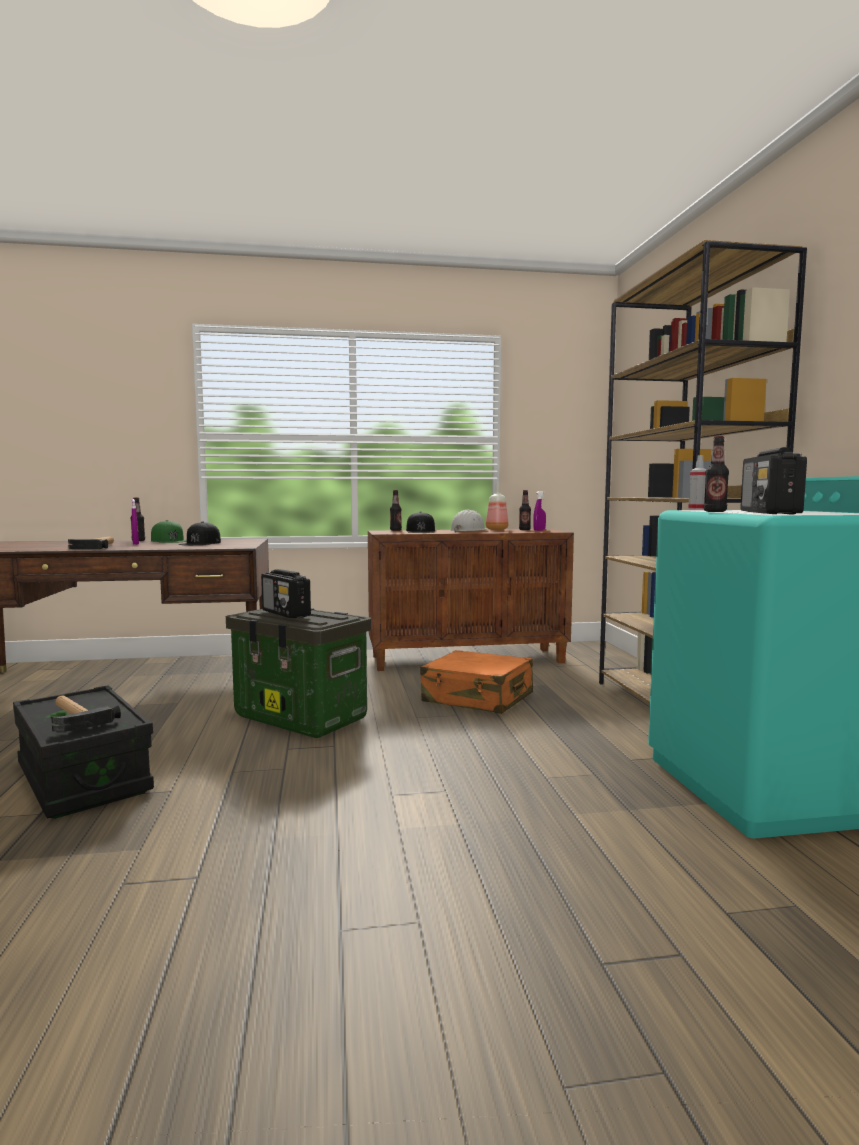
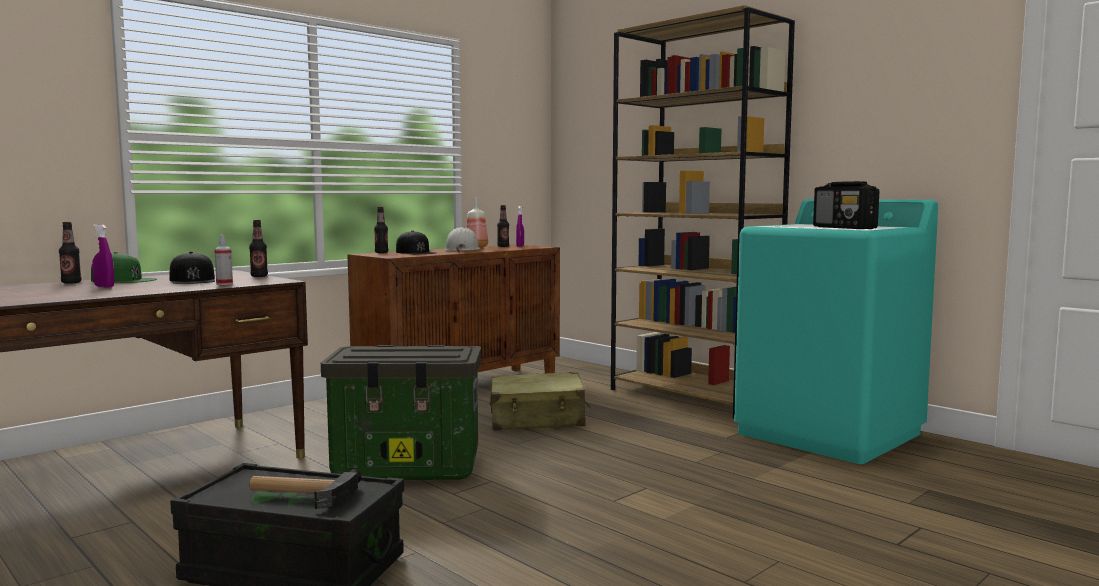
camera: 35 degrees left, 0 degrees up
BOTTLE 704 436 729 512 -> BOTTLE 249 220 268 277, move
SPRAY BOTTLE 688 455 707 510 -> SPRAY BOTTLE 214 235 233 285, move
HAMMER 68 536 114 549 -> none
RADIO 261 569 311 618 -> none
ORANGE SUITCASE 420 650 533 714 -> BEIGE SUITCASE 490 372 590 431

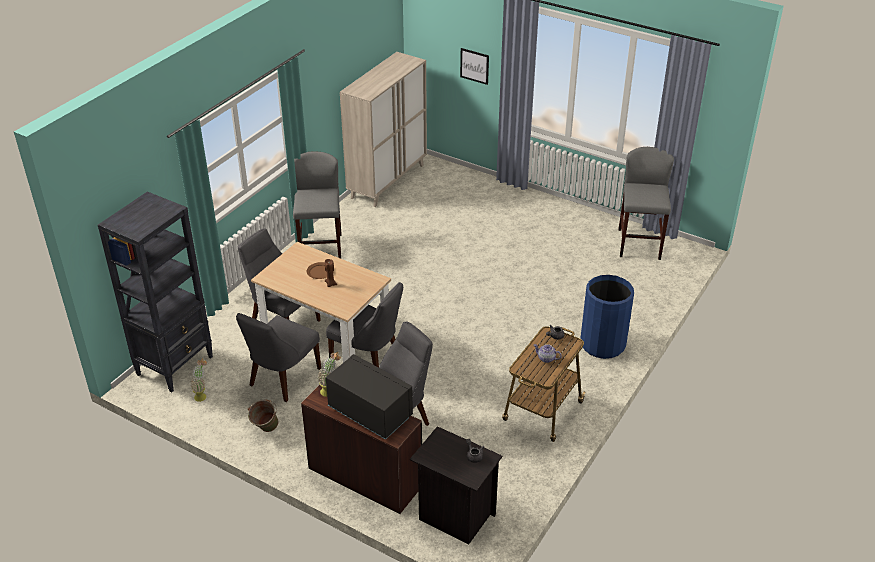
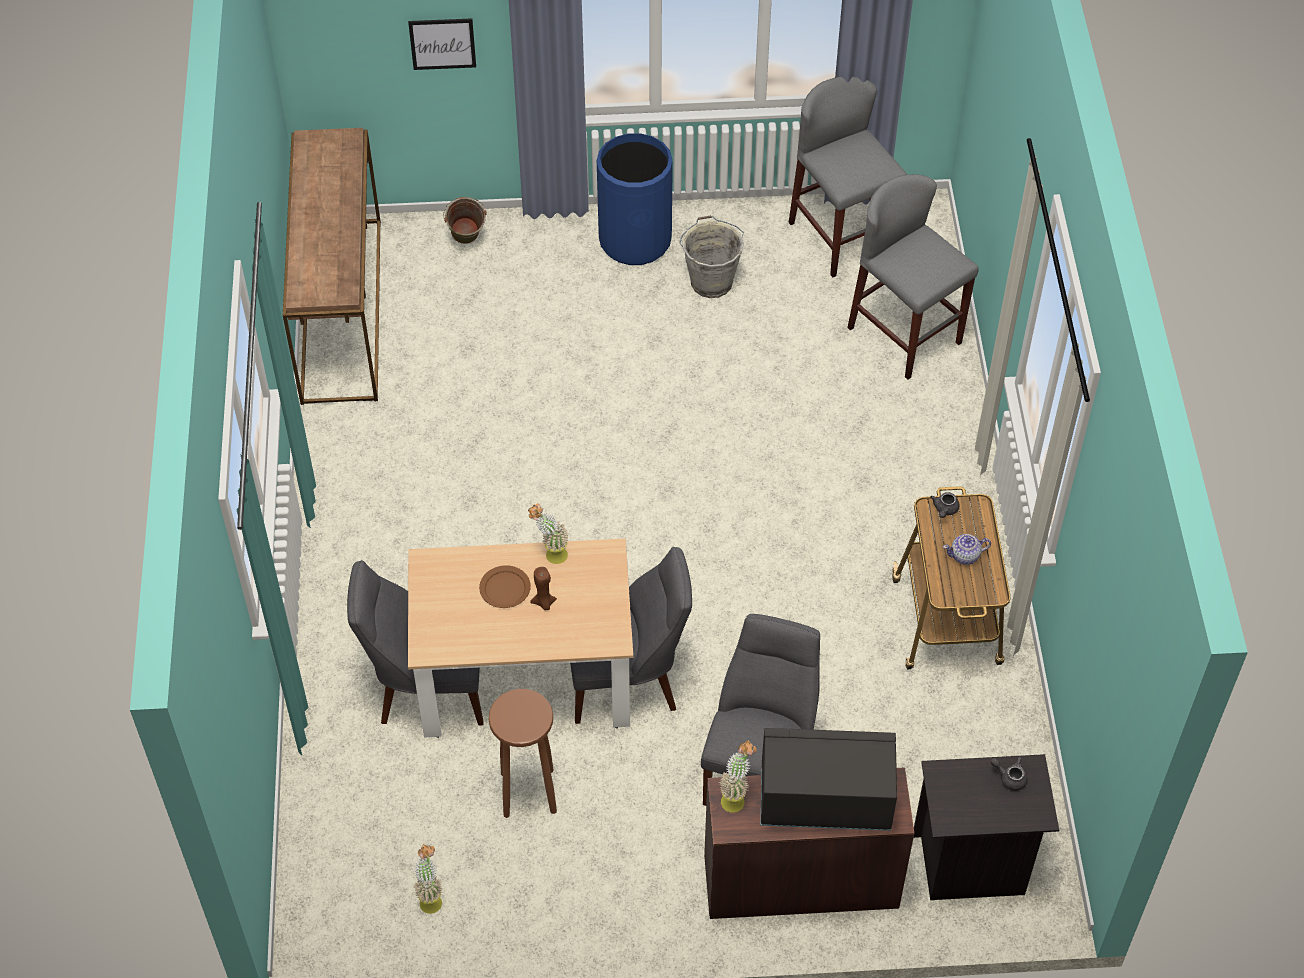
camera: 35 degrees left, 15 degrees up
BEIGE CABINET 340 52 427 207 -> BROWN CONSOLE TABLE 283 128 381 405
GREY STOOL 293 152 342 259 -> GREY STOOL 847 174 979 380, move
BLACK BOOKCASE 98 192 213 392 -> none
BLUE TRASH CAN 580 275 634 359 -> BLUE TRASH CAN 597 133 673 265, move
GREY CHAIR 236 313 321 402 -> BROWN STOOL 489 689 557 818
GREEN BUCKET 248 400 278 432 -> GREEN BUCKET 443 197 487 244, move
none -> GREY BUCKET 679 215 744 298
none -> POTTED PLANT 528 503 568 564

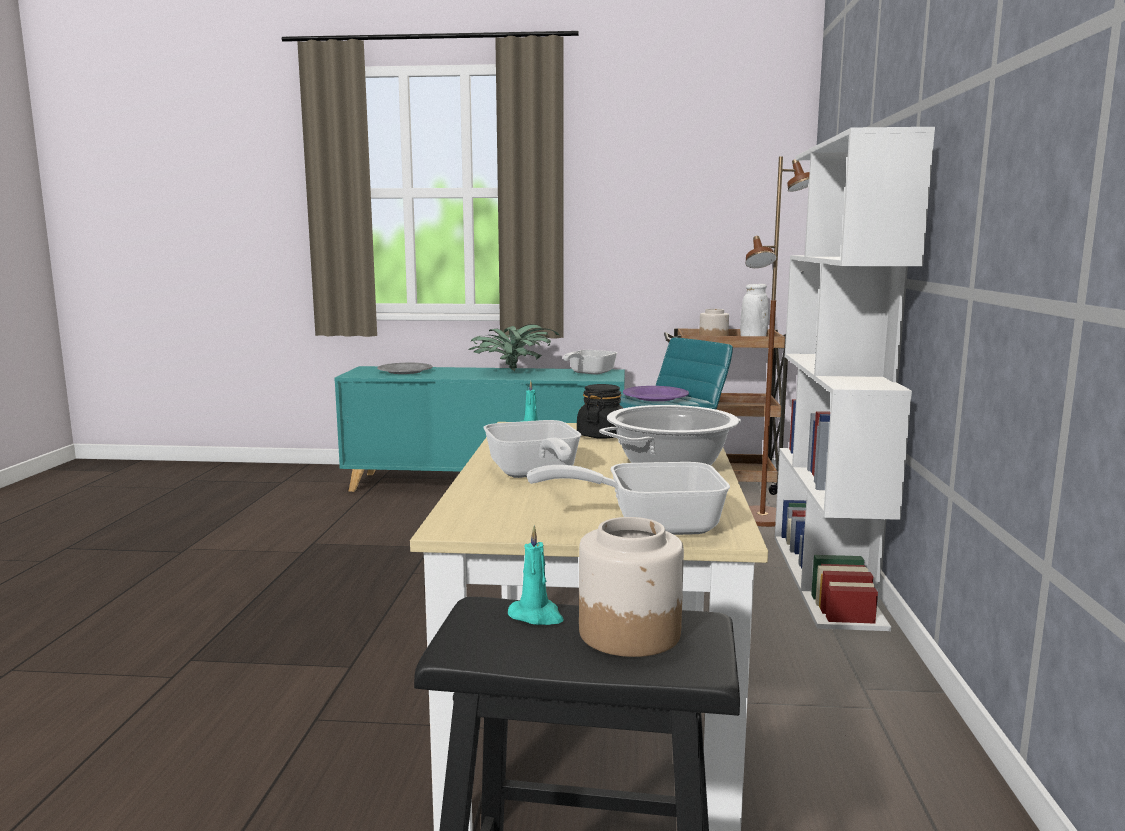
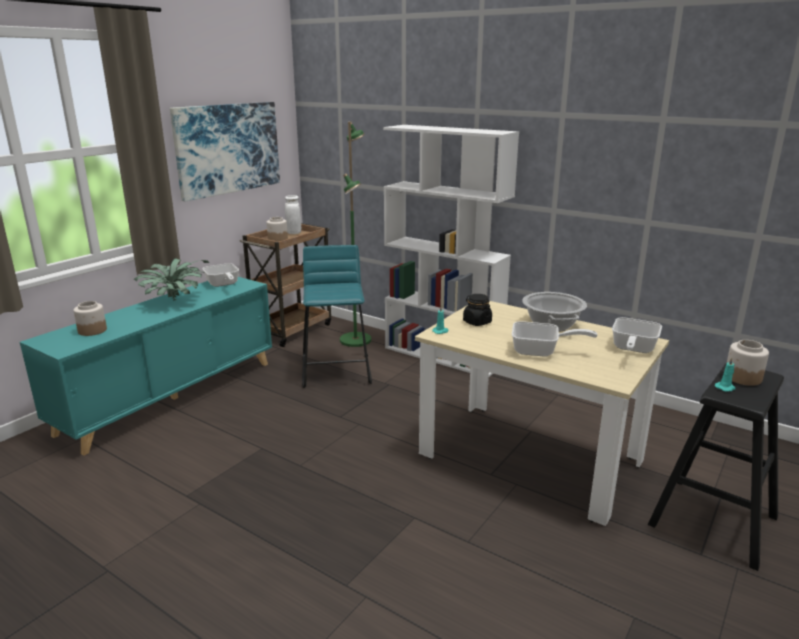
camera: 60 degrees left, 10 degrees up
BROWN FLOOR LAMP 745 156 809 527 -> GREEN FLOOR LAMP 340 121 371 347
GREY PLATE 377 363 432 374 -> JAR 73 301 107 336
PURPLE PLATE 623 386 689 401 -> none
none -> PICTURE 170 102 280 201

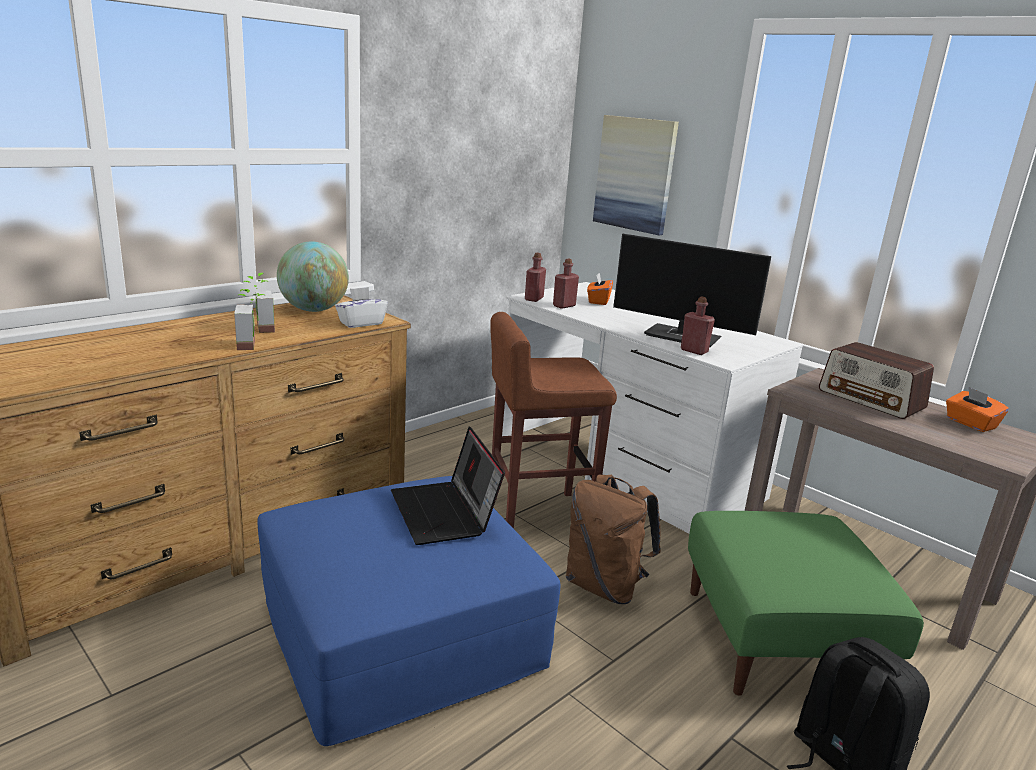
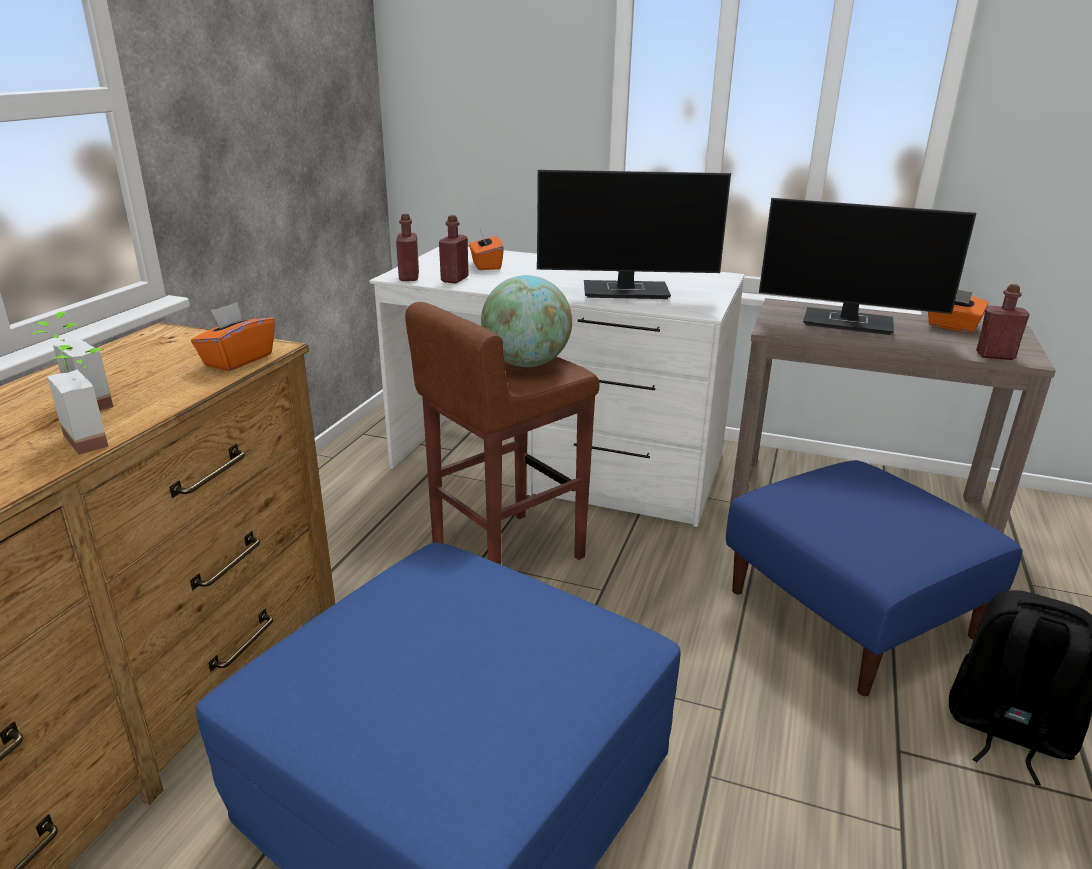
camera: 25 degrees left, 5 degrees up
PICTURE 593 115 679 235 -> none
GLOBE 277 241 349 312 -> GLOBE 481 275 572 367, move
WHITE TISSUE BOX 335 287 388 328 -> ORANGE TISSUE BOX 191 302 275 371
RED BOTTLE 681 297 715 355 -> RED BOTTLE 976 284 1030 360, move
RADIO 819 342 934 419 -> MONITOR 759 198 977 335
LAPTOP 391 426 505 545 -> none
BROWN BACKPACK 566 475 661 604 -> none
GREEN OTTOMAN 688 511 924 696 -> BLUE OTTOMAN 726 460 1022 696

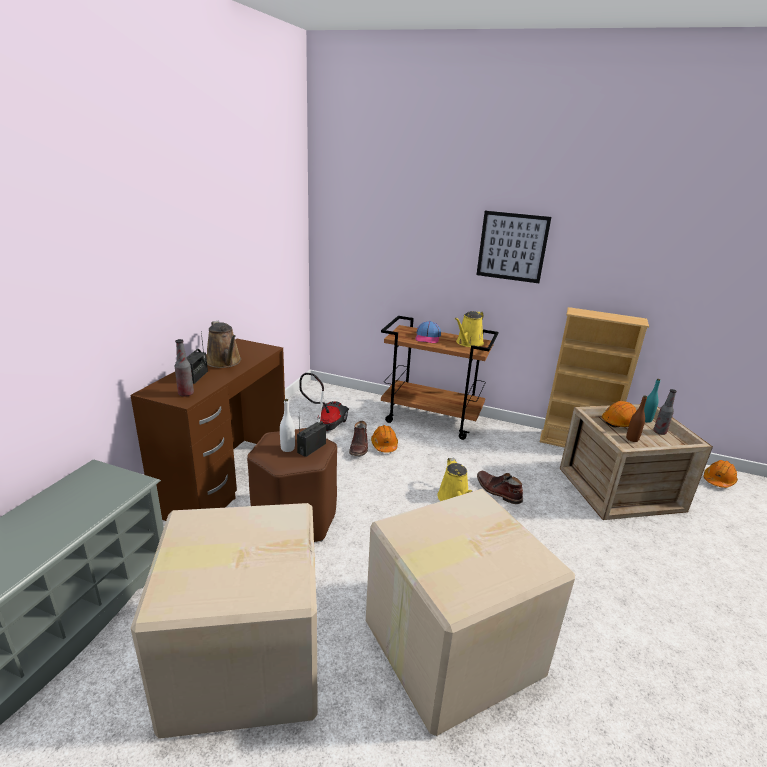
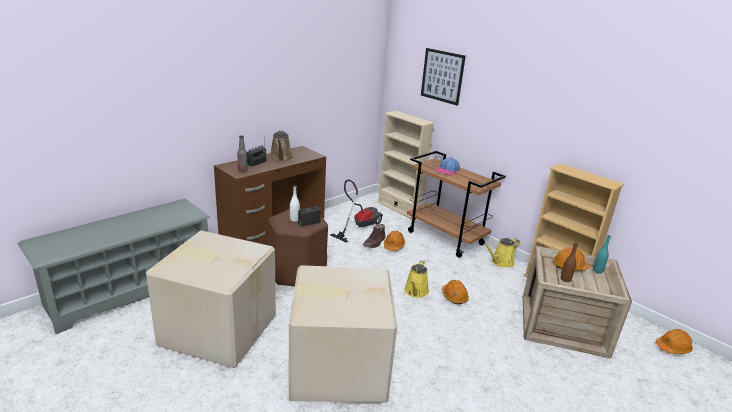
camera: 25 degrees right, 0 degrees up
PICTURE 476 211 551 283 -> PICTURE 421 48 466 106, move
YELLOW WATERING CAN 455 311 484 347 -> YELLOW WATERING CAN 483 238 520 267, move
BOTTLE 653 389 677 435 -> none
BROWN BOOT 477 471 523 504 -> ORANGE HARD HAT 442 280 469 304
none -> BEIGE BOOKCASE 377 111 435 219

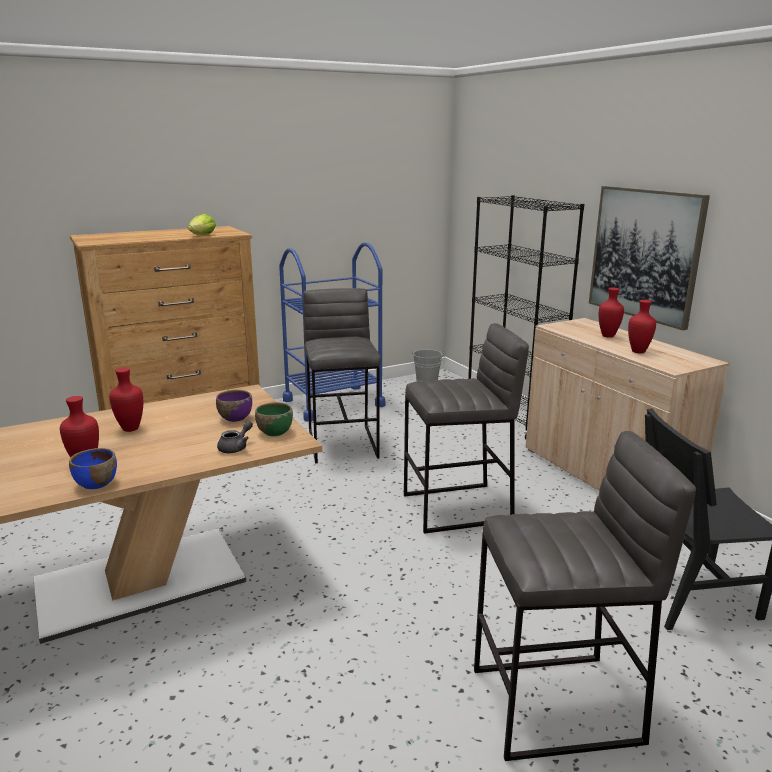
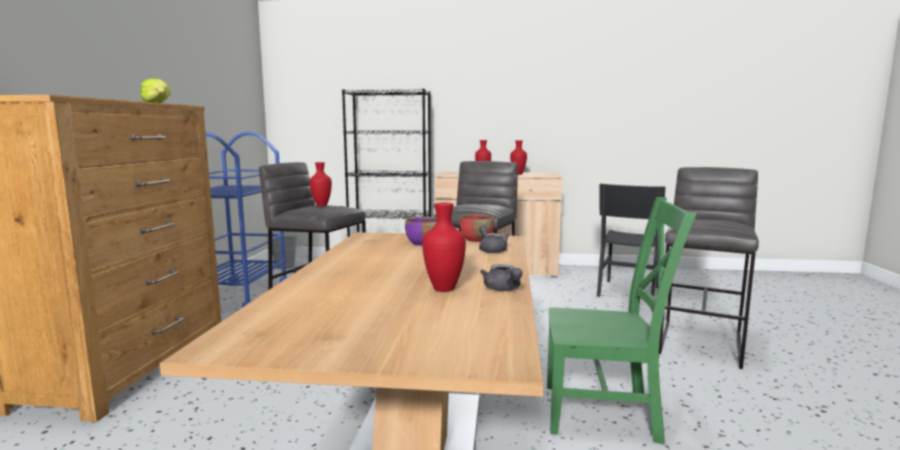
camera: 55 degrees left, 10 degrees down
PICTURE 589 186 710 330 -> none
RED VASE 109 367 143 432 -> RED VASE 310 162 332 206, move
GREEN BOWL 255 402 293 436 -> RED BOWL 460 214 495 242
BLUE BOWL 69 448 117 489 -> GREY TEAPOT 480 264 522 291
none -> GREEN CHAIR 547 197 697 444

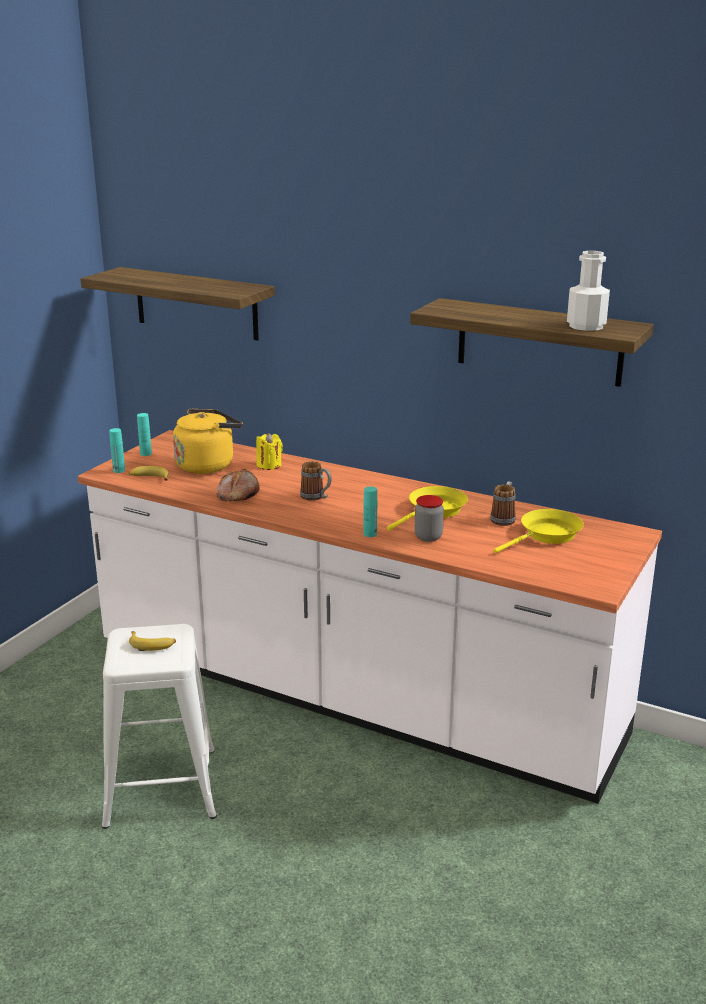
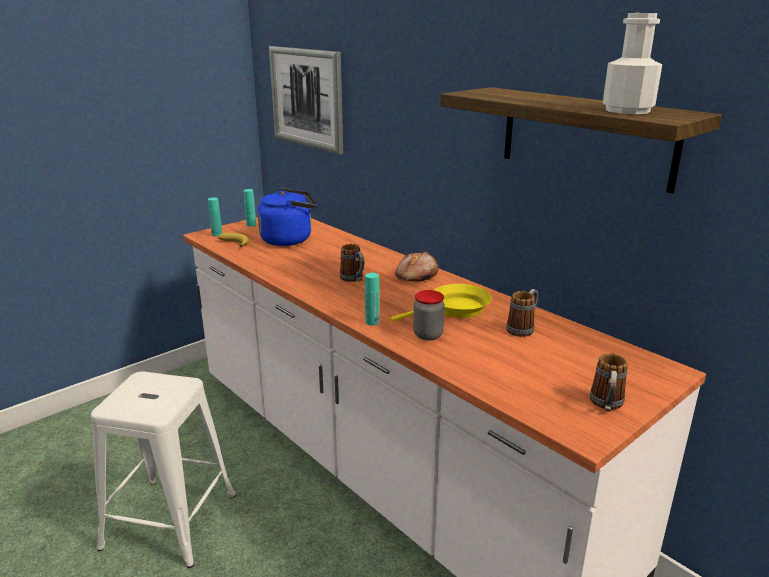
camera: 20 degrees right, 0 degrees up
SHELF 80 267 275 341 -> PICTURE 269 46 343 155
YELLOW KETTLE 173 409 243 474 -> BLUE KETTLE 257 188 317 246
YELLOW CANDLE 256 433 283 470 -> none
BREAD 217 468 260 501 -> BREAD 395 251 439 281, move
YELLOW FRYING PAN 494 509 584 553 -> none
BANANA 129 631 176 651 -> none
none -> MUG 590 353 628 412

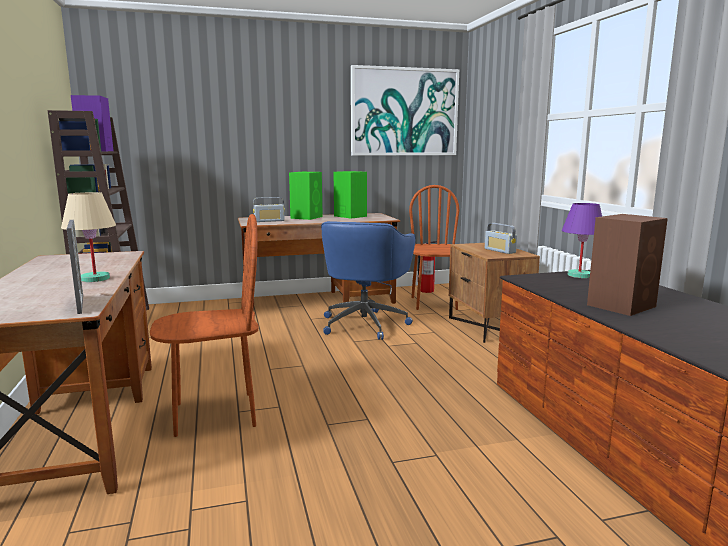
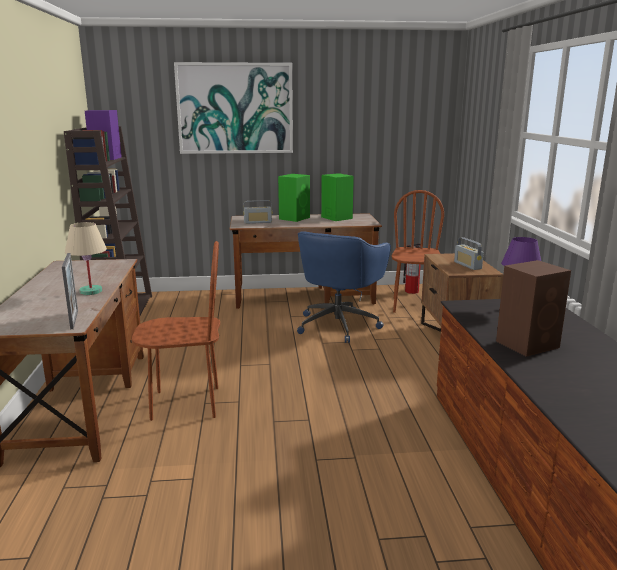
camera: 10 degrees right, 5 degrees up
PICTURE 351 65 459 156 -> PICTURE 174 62 293 154, move

